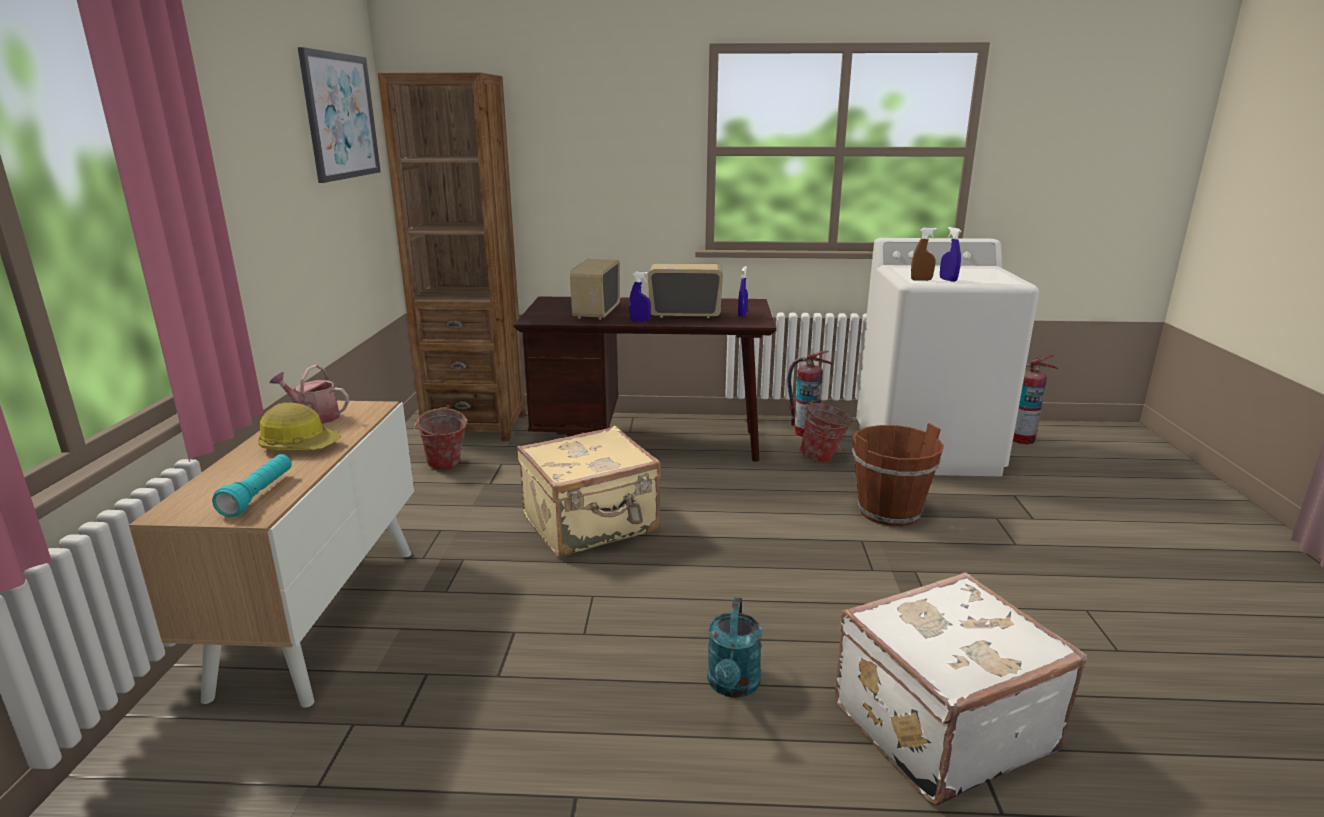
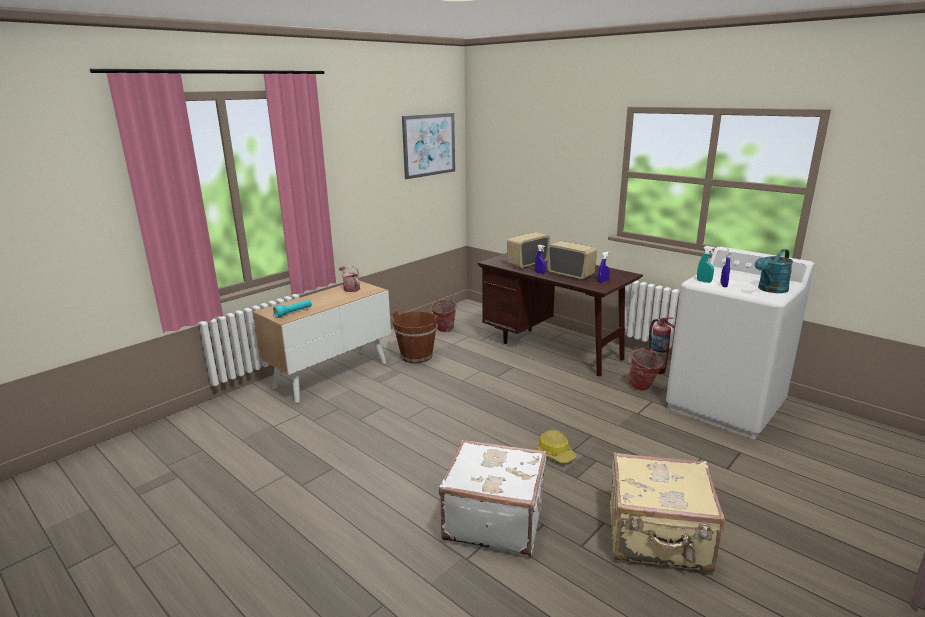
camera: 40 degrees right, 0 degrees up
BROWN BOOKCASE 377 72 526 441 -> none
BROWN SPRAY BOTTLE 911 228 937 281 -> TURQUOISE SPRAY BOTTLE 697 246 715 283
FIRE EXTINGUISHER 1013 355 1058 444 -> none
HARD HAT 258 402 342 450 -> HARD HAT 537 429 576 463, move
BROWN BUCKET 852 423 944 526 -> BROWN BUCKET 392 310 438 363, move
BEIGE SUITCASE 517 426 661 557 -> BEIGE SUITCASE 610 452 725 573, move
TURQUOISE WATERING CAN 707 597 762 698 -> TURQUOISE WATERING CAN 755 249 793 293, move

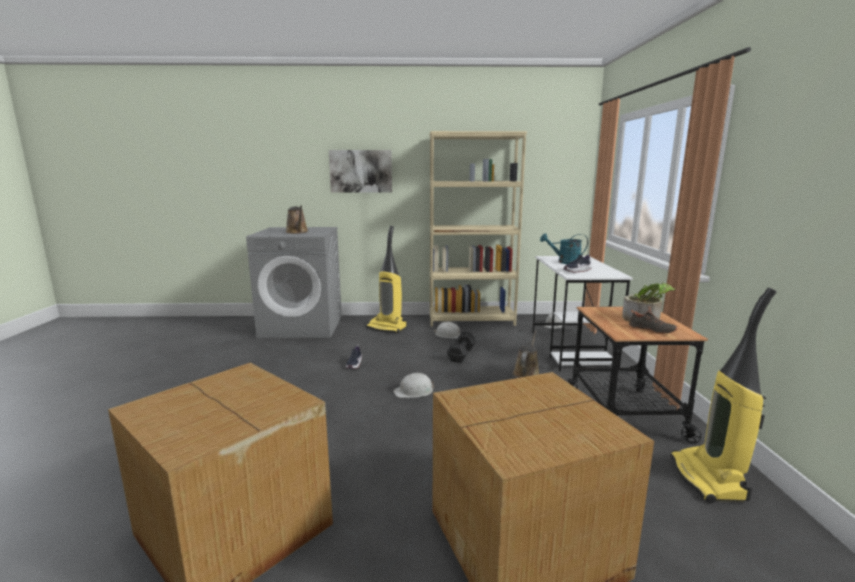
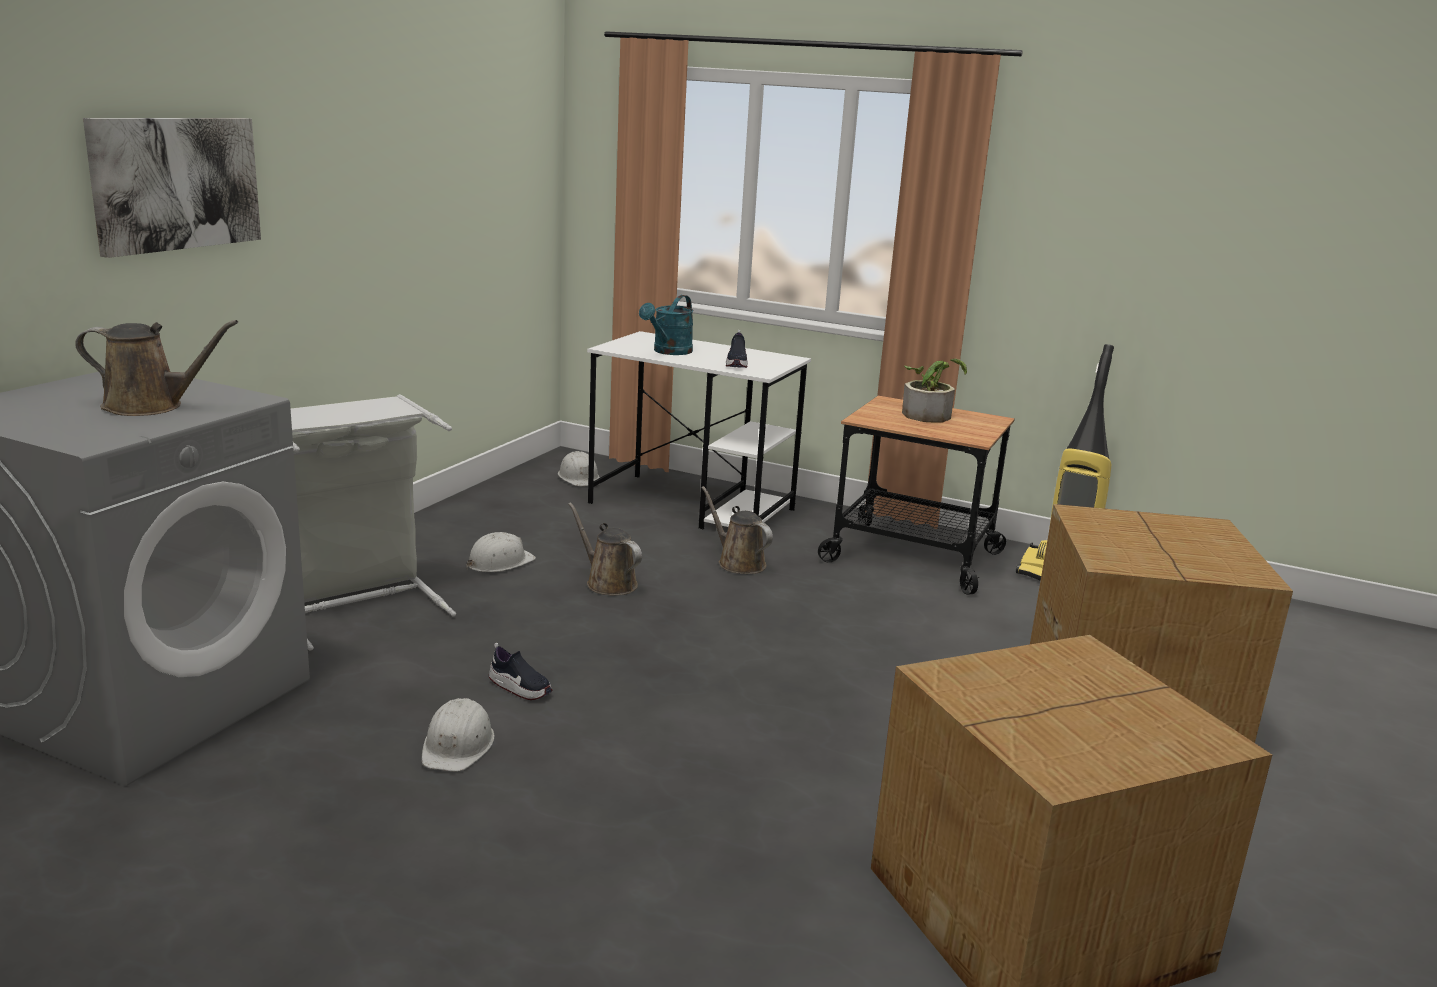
camera: 65 degrees left, 5 degrees up
BEIGE BOOKCASE 430 131 527 326 -> none
VACUUM CLEANER 366 226 407 333 -> GREY LAUNDRY BASKET 290 394 456 650
BLACK SHOE 629 306 677 334 -> none
BLACK DUMBBELL 447 332 476 363 -> BROWN WATERING CAN 568 502 642 595
WHITE HARD HAT 393 373 434 398 -> WHITE HARD HAT 422 698 494 772, move

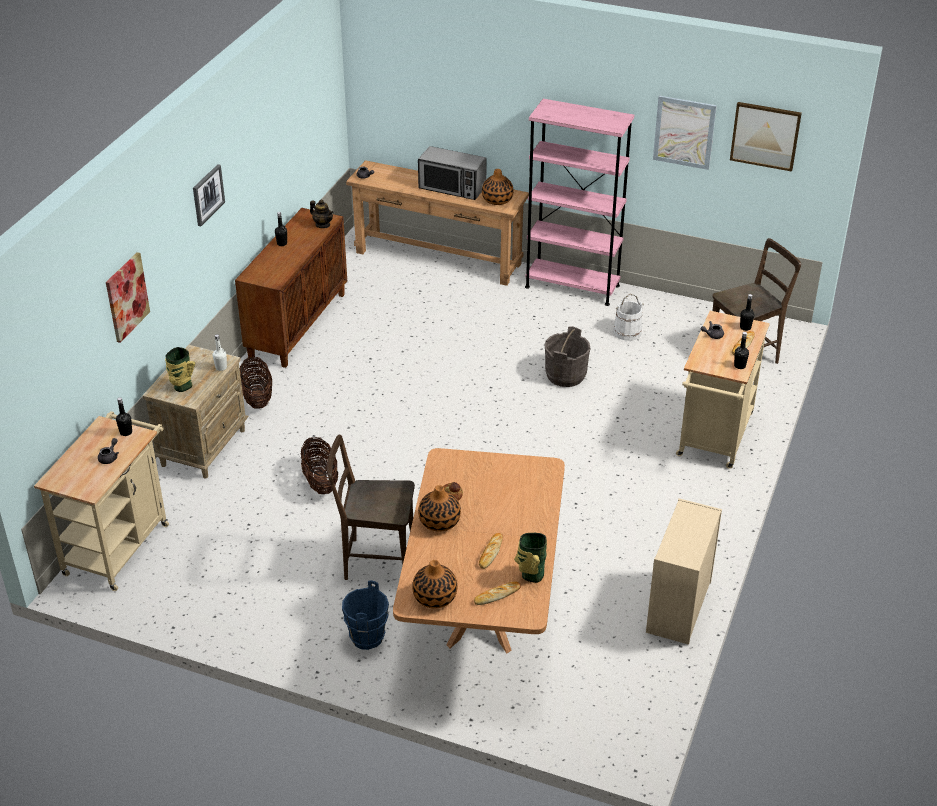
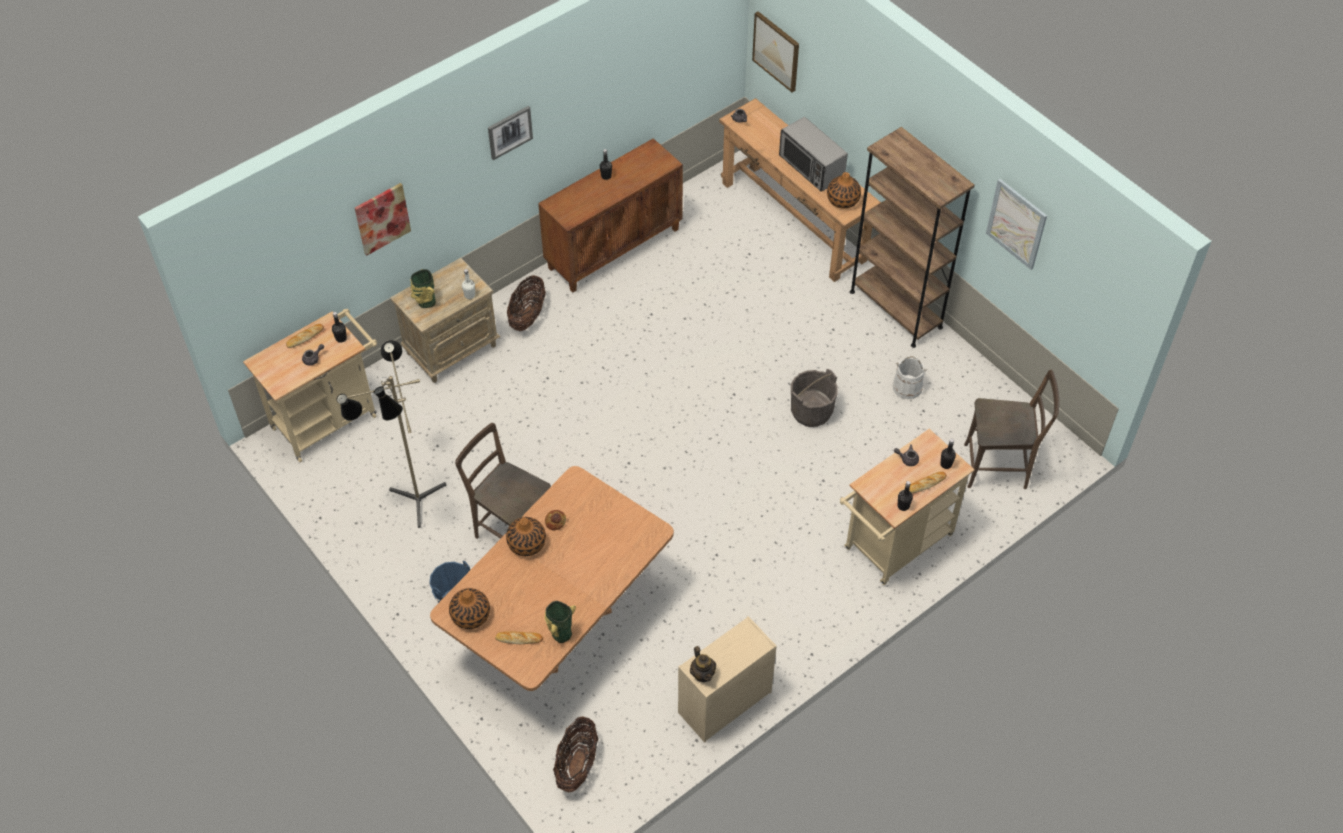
camera: 30 degrees right, 15 degrees up
PINK BOOKCASE 525 99 634 306 -> BROWN BOOKCASE 850 127 975 348
PICTURE 730 102 802 172 -> PICTURE 752 11 799 92, move
TEAPOT 310 200 334 228 -> TEAPOT 690 646 716 682, move
BASKET 301 437 338 494 -> BASKET 553 716 598 792, move
BREAD 479 533 503 569 -> BREAD 286 324 324 348, move
none -> FLOOR LAMP 337 340 446 528

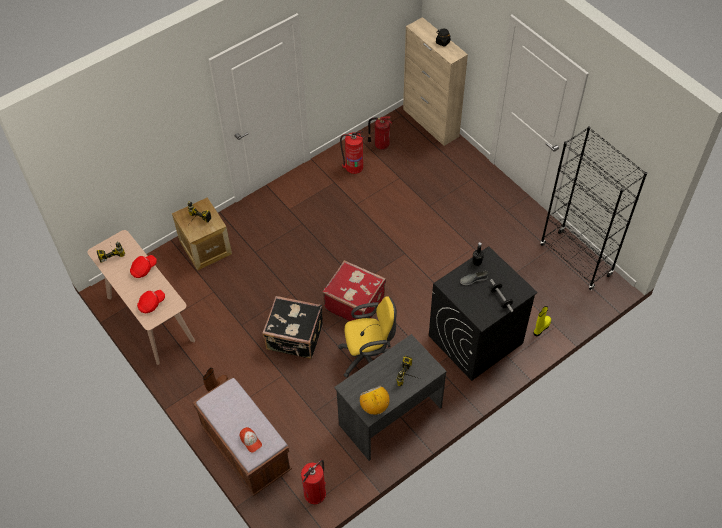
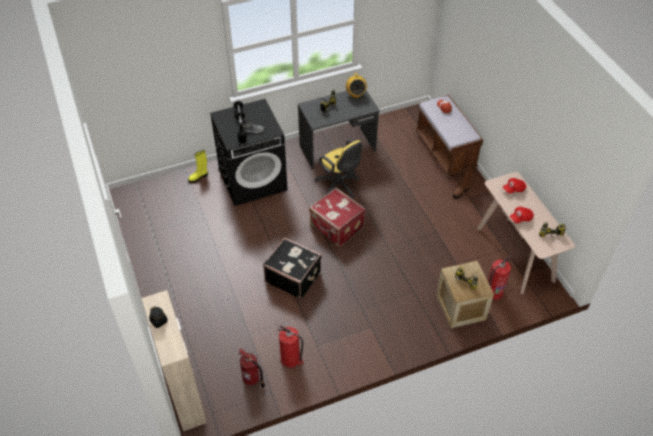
camera: 165 degrees left, 5 degrees down
BLACK BOOKCASE 540 126 647 290 -> none
BLACK SUITCASE 262 296 323 359 -> BLACK SUITCASE 263 237 322 299, move
YELLOW OFFICE CHAIR 338 296 397 378 -> YELLOW OFFICE CHAIR 315 140 362 198, 135 degrees counterclockwise
FIRE EXTINGUISHER 301 460 326 504 -> FIRE EXTINGUISHER 488 255 511 300, move

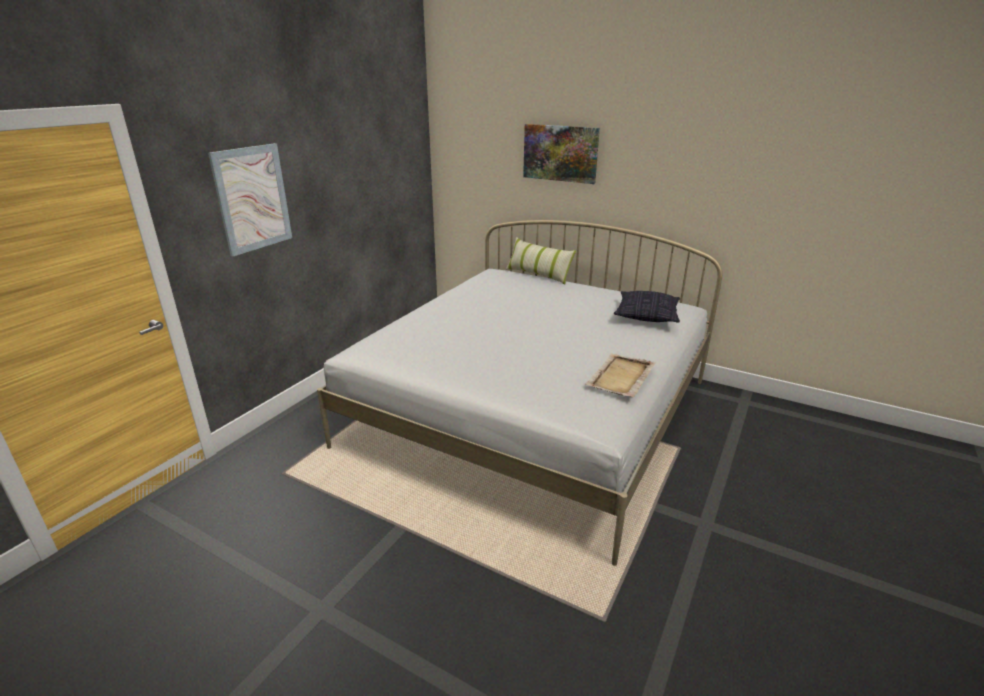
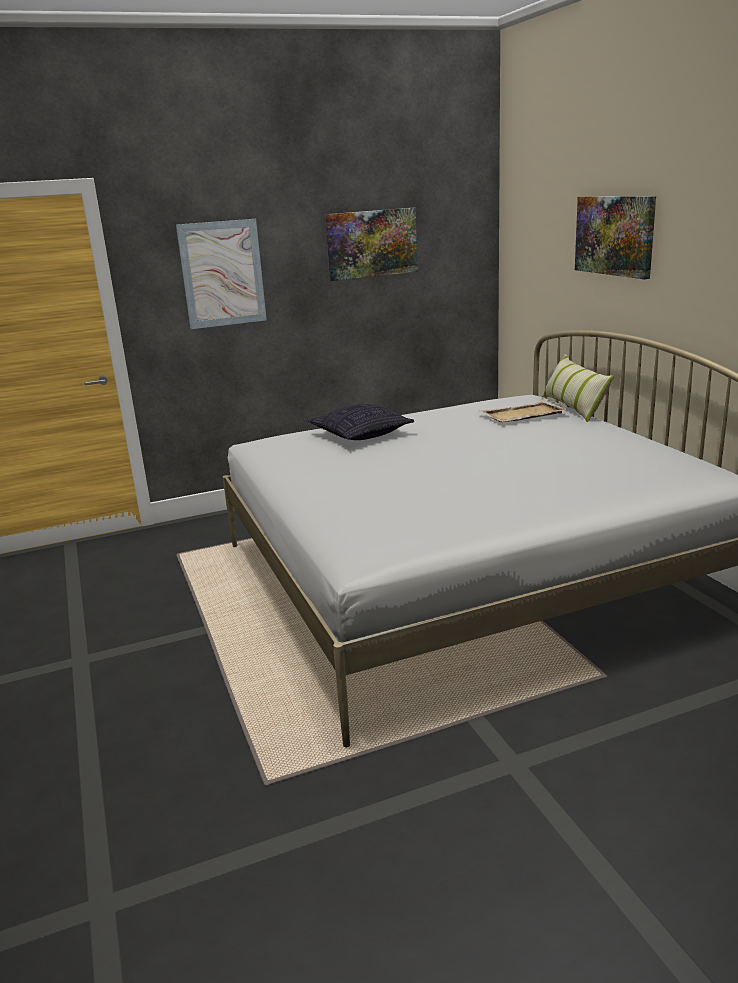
camera: 40 degrees right, 5 degrees down
PILLOW 614 291 680 323 -> PILLOW 307 404 414 440, move
BEIGE TRAY 585 353 656 397 -> BEIGE TRAY 479 401 569 422, move
none -> PICTURE 325 208 418 281

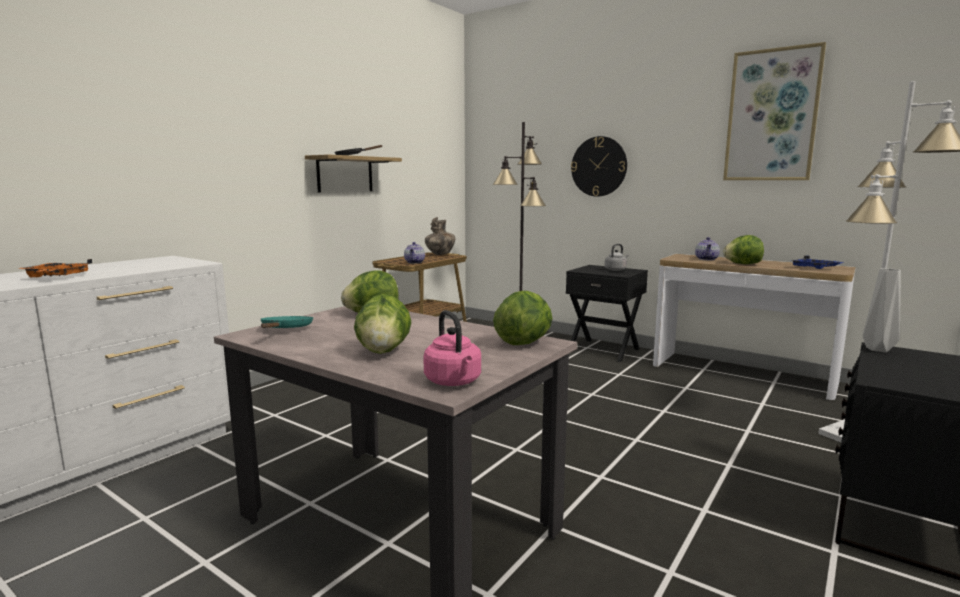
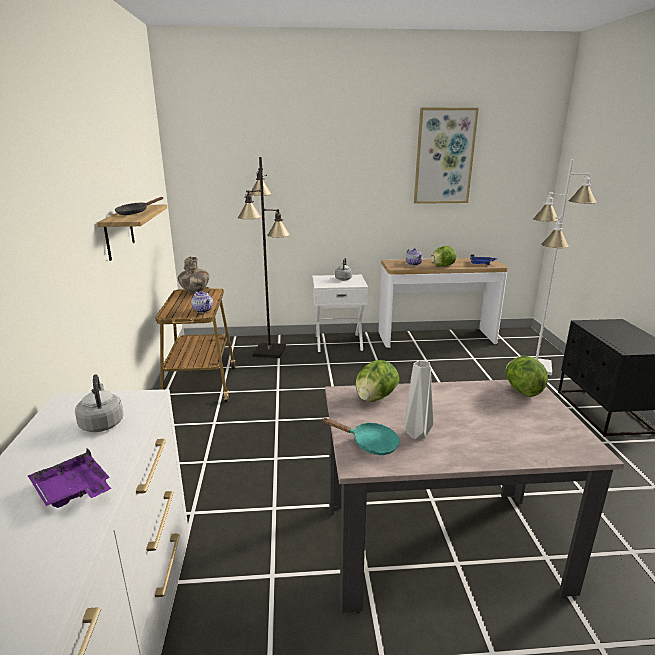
camera: 40 degrees left, 10 degrees up
WALL CLOCK 571 136 627 197 -> none
ORANGE TRAY 17 259 92 277 -> PURPLE TRAY 28 448 111 508
BLACK NIGHTSTAND 566 265 648 362 -> WHITE NIGHTSTAND 312 275 368 352
GREY VASE 863 268 901 352 -> GREY VASE 405 360 434 439, move
LETTUCE 354 294 411 354 -> none
PINK KETTLE 423 310 481 386 -> none
TURQUOISE FRYING PAN 261 316 313 328 -> TURQUOISE FRYING PAN 322 418 400 455, 150 degrees clockwise
none -> GREY KETTLE 75 374 124 432

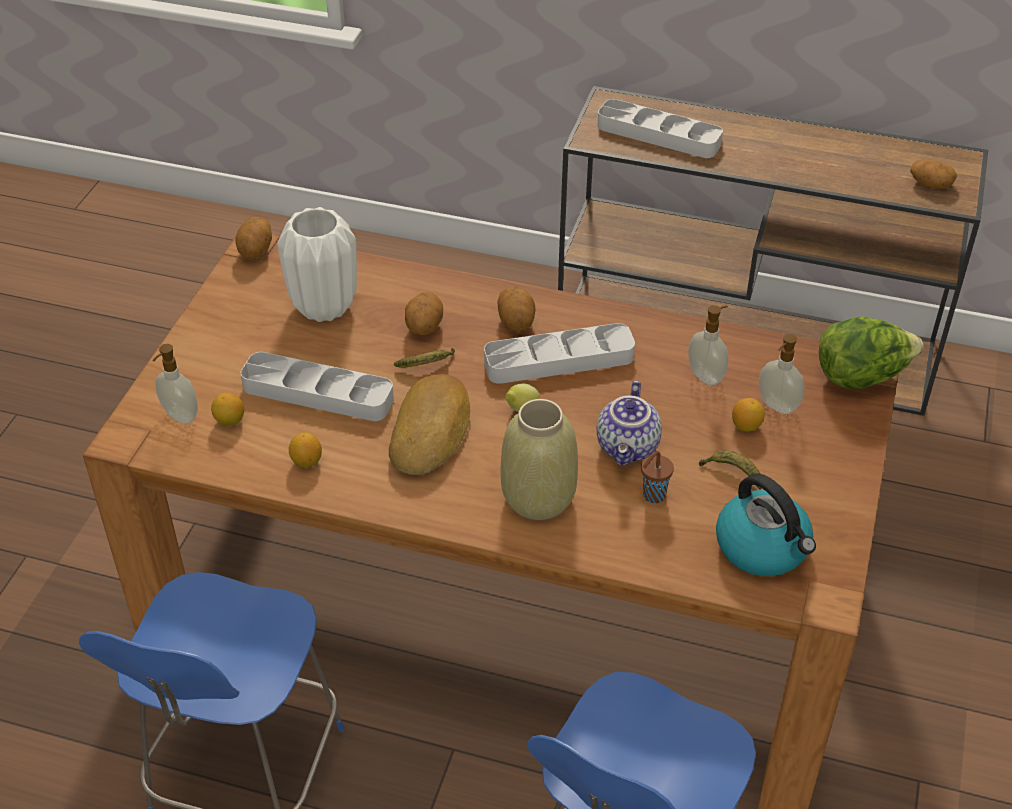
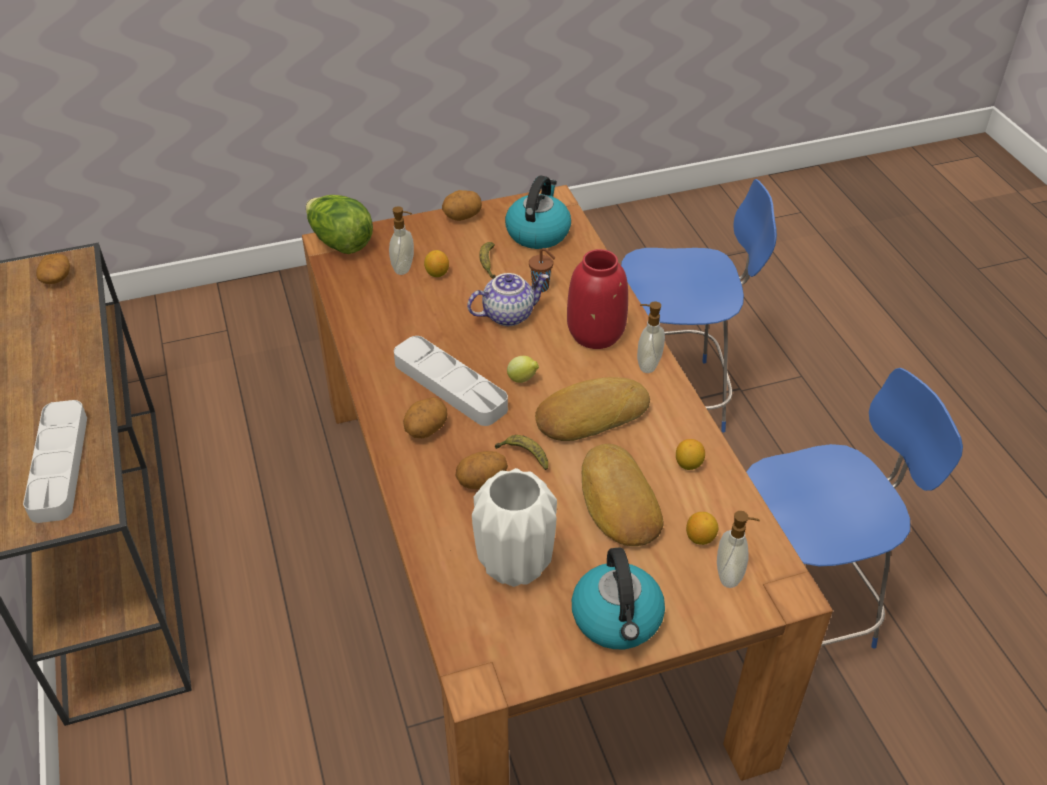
camera: 125 degrees left, 0 degrees up
POTATO 235 217 272 259 -> POTATO 442 190 482 221, move
SOAP DISPENSER 689 305 728 385 -> SOAP DISPENSER 637 301 665 373, move
GREY TRAY 240 352 394 421 -> BREAD 582 444 664 546
BEIGE VASE 501 399 578 520 -> RED VASE 567 249 628 349
none -> KETTLE 572 548 665 649

